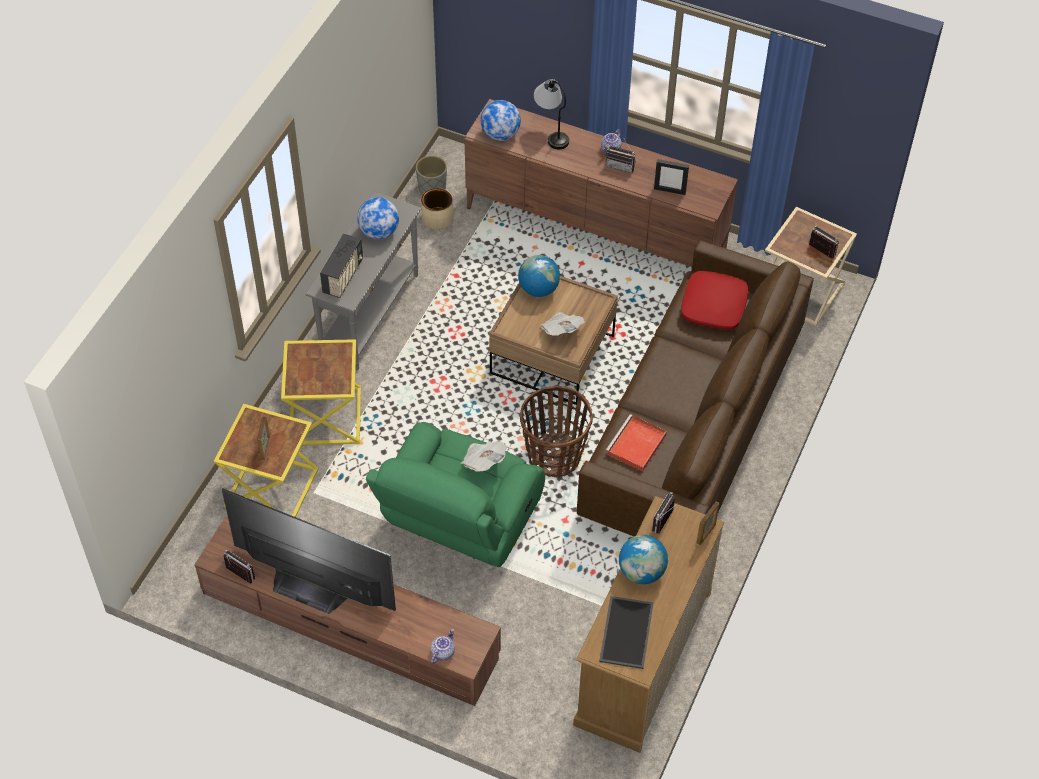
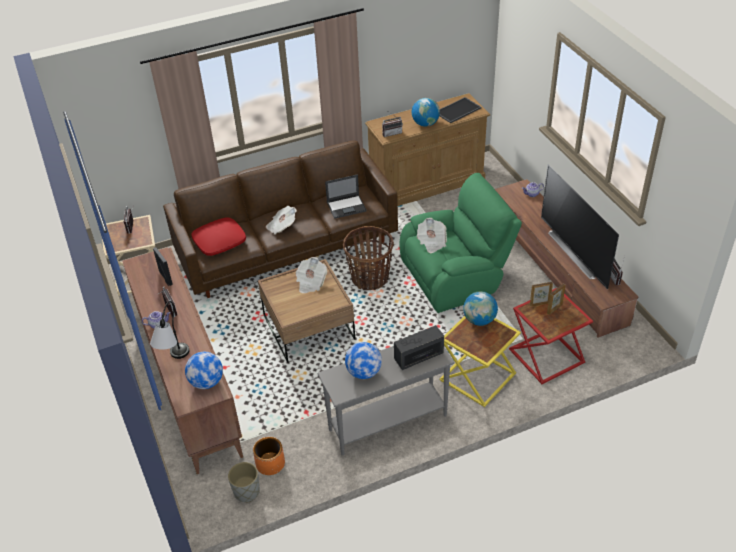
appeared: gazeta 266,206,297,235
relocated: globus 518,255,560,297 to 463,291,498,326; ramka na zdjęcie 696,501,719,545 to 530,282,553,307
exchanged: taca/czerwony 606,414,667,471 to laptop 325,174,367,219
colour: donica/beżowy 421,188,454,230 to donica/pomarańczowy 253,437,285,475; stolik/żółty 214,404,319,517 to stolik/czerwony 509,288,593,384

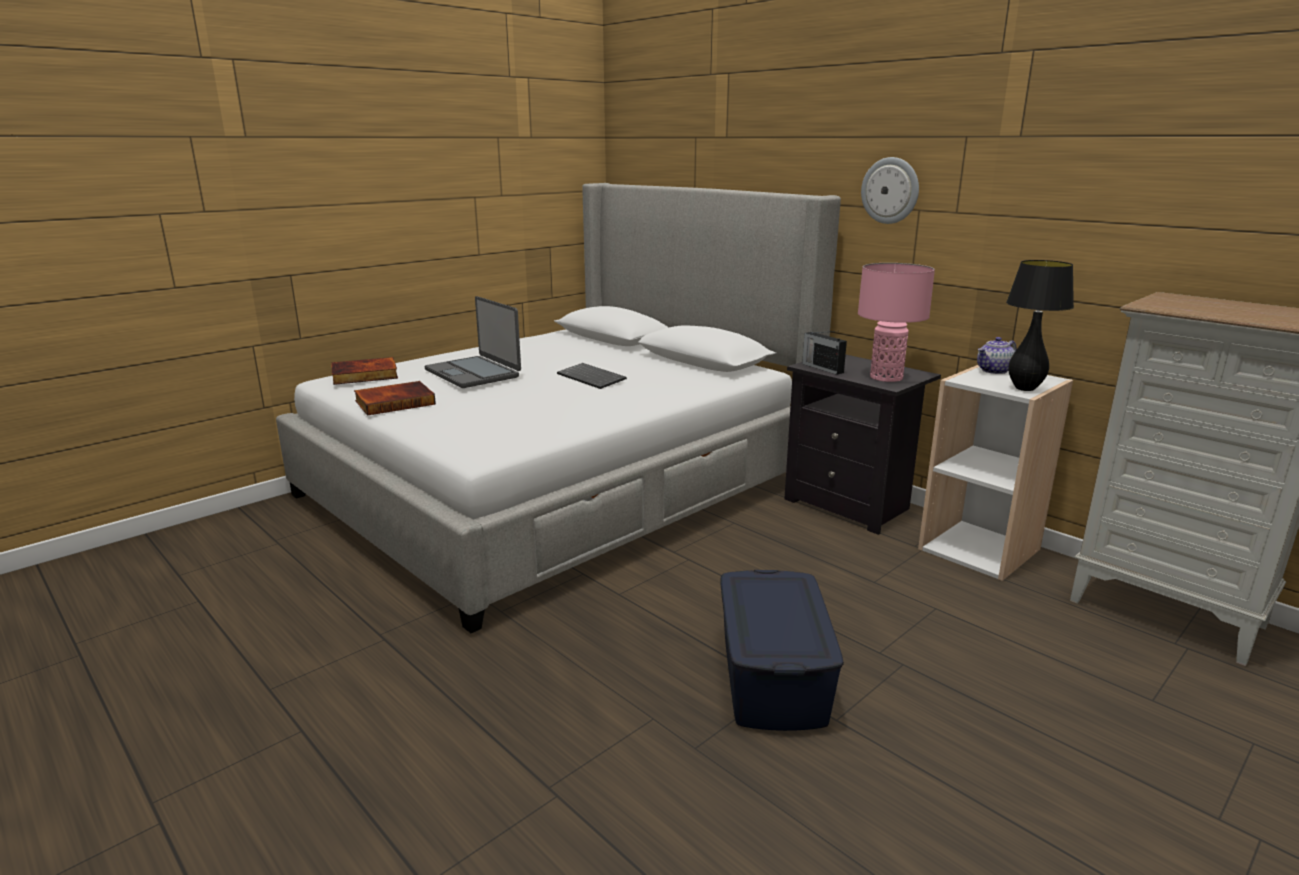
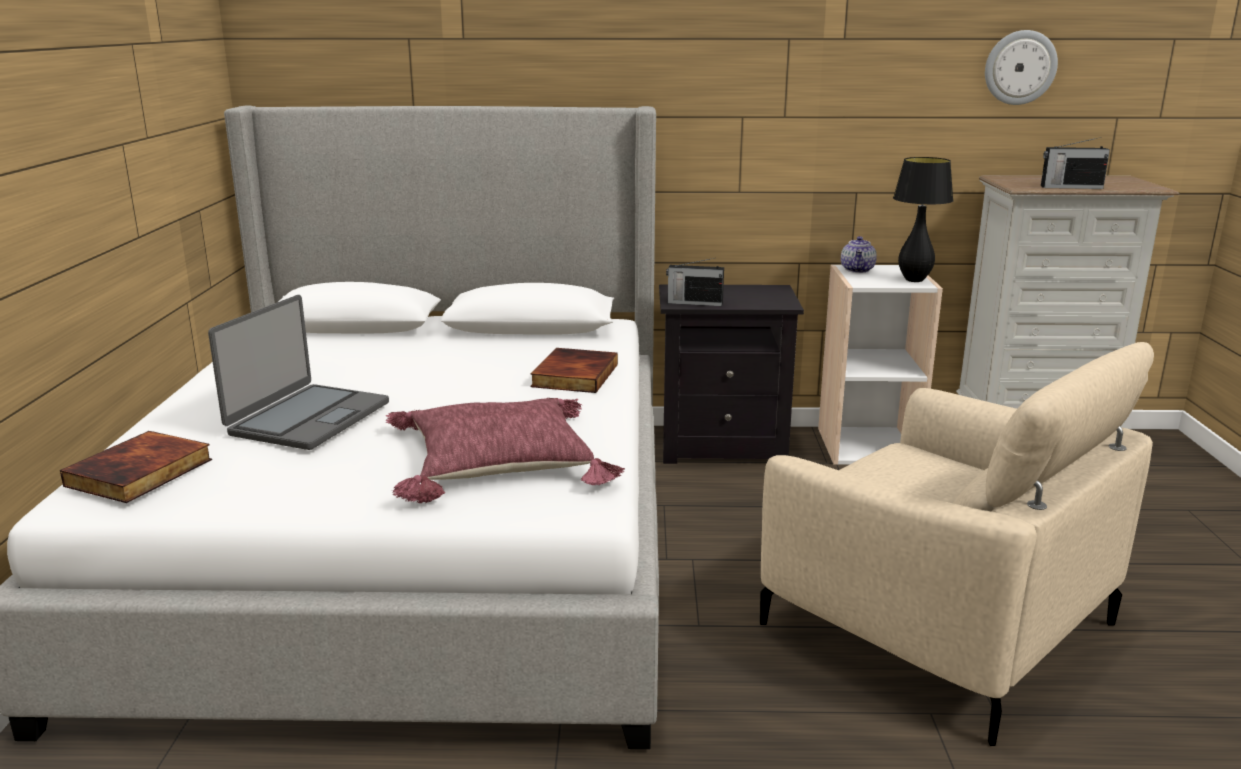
missing: lampa stołowa/różowy 858,263,935,382; klawiatura 557,363,627,389
appeared: radio 1041,137,1110,189; poduszka/czerwony 386,397,625,503
relocated: zegar ścienny 861,157,919,224 to 985,30,1058,105; książka 354,381,436,416 to 530,348,618,393
exchanged: pojemnik do przechowywania/niebieski 720,570,844,731 to fotel/beżowy 760,342,1154,746
spun: laptop 425,296,521,388 = 208,295,389,450 75 degrees counterclockwise

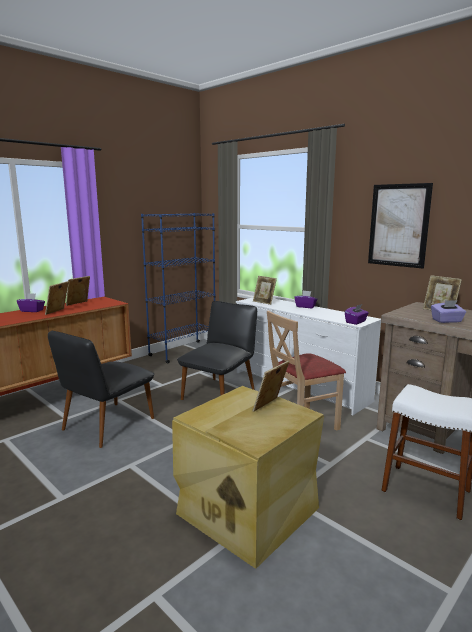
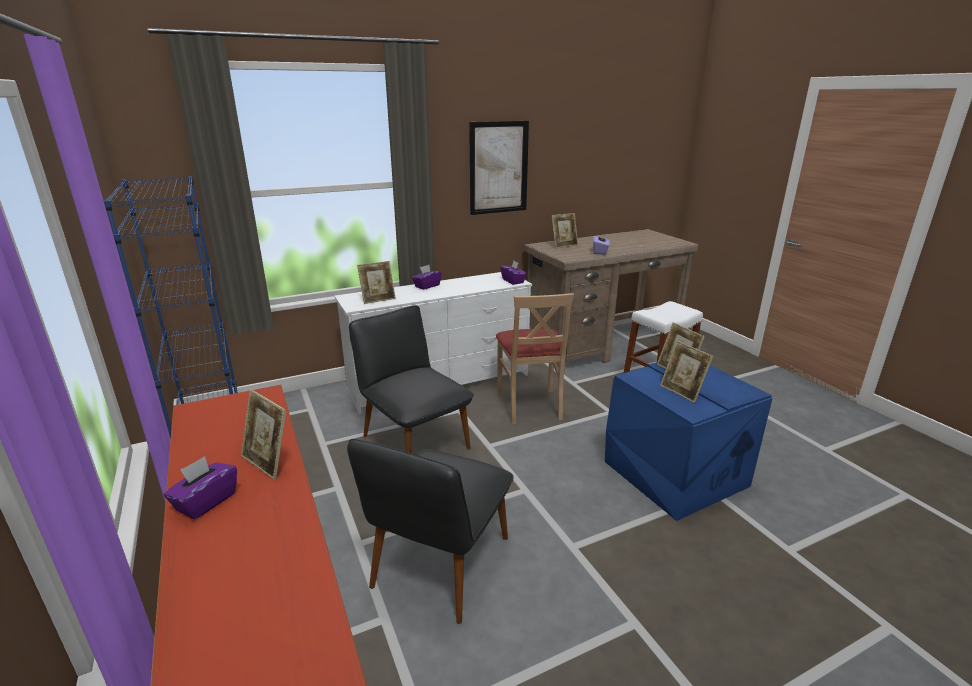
relocated: ramka na zdjęcie 66,276,90,306 to 660,341,713,403
colour: pojemnik do przechowywania/beżowy 172,386,324,569 to pojemnik do przechowywania/niebieski 605,363,773,521
spun: krzesło/czarny 48,331,155,448 = 347,439,514,624 60 degrees clockwise

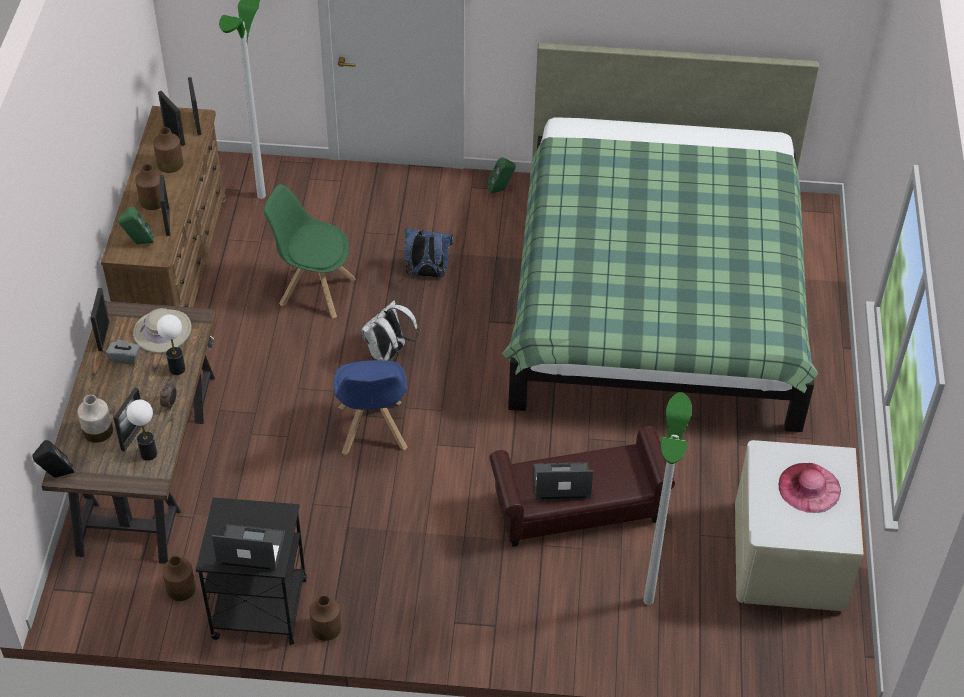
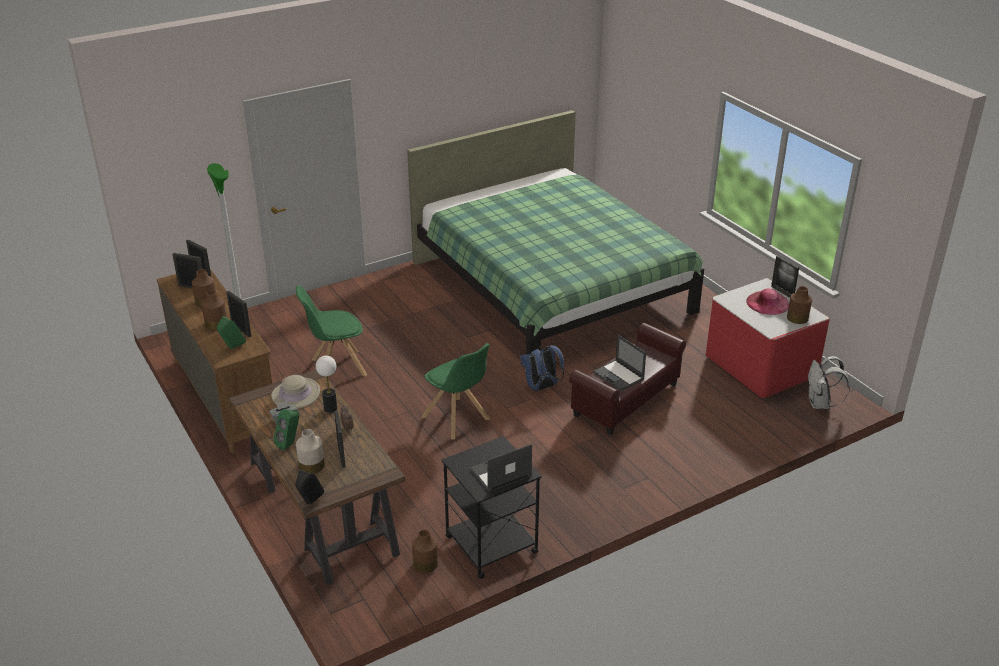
missing: lampa stojąca 643,392,692,605; lampa stołowa 127,400,157,461
relocated: głośnik/zielony 488,157,516,194 to 274,409,299,451; plecak/niebieski 404,228,453,277 to 520,346,564,391; ramka na zdjęcie 90,288,110,351 to 771,256,799,298; plecak/biały 361,300,419,361 to 808,356,850,409; wazon/brązowy 309,595,341,641 to 787,286,812,324
colour: krzesło/niebieski 334,360,407,455 to krzesło/zielony 421,343,490,440; szafka nocna/beżowy 735,440,864,611 to szafka nocna/czerwony 706,278,830,398
spun: laptop 533,462,594,500 = 593,335,646,391 90 degrees counterclockwise

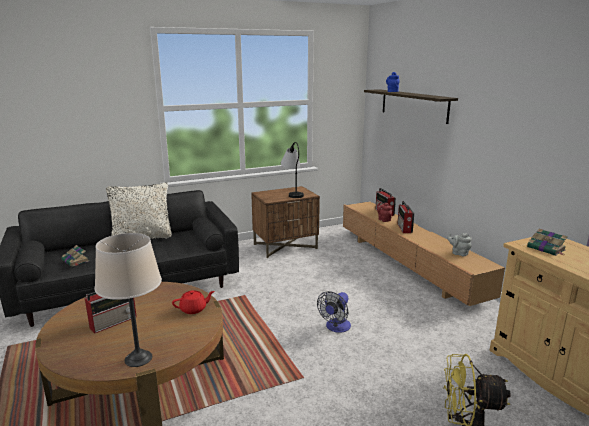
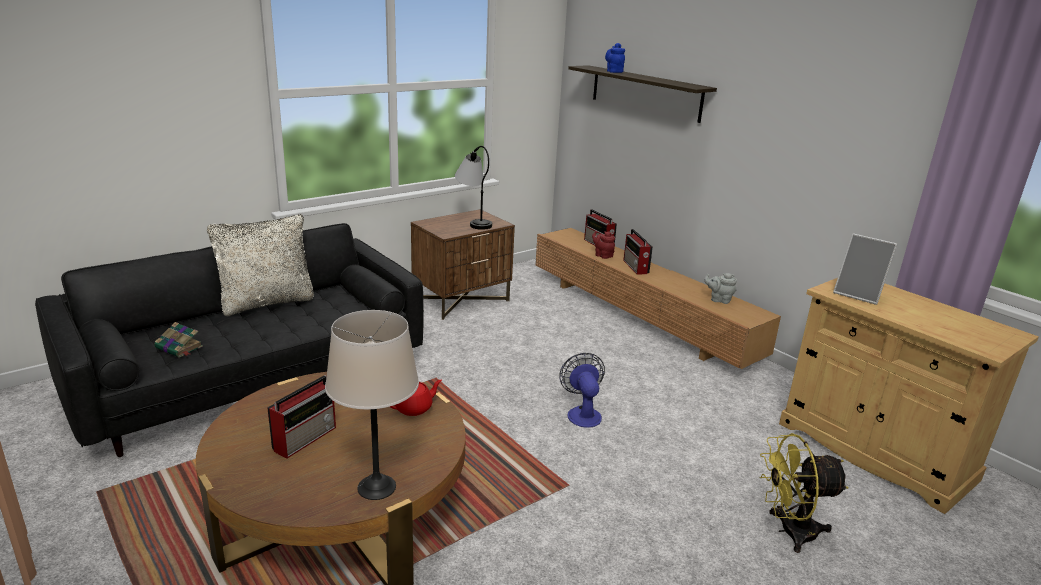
exchanged: książka 527,229,568,256 to ramka na zdjęcie 833,233,898,305
spun: wentylator 317,291,351,333 = 559,353,605,427 150 degrees clockwise

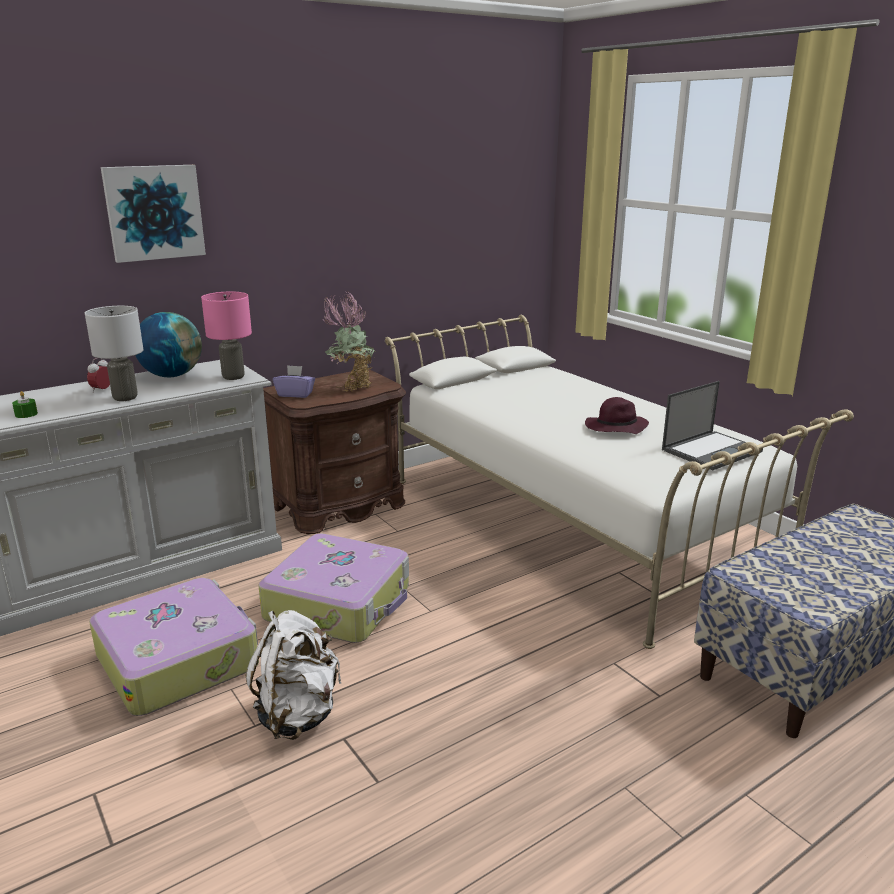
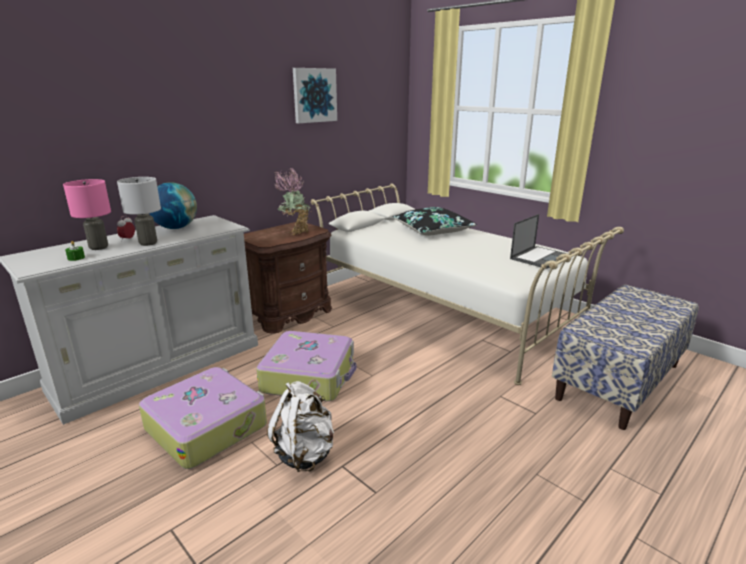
missing: pudełko chusteczek/fioletowy 273,365,315,398; kapelusz/fioletowy 585,397,649,434
appeared: poduszka/czarny 392,207,477,236
relocated: obraz 101,165,206,263 to 293,68,337,123; lampa stołowa/różowy 201,292,252,380 to 63,179,111,250

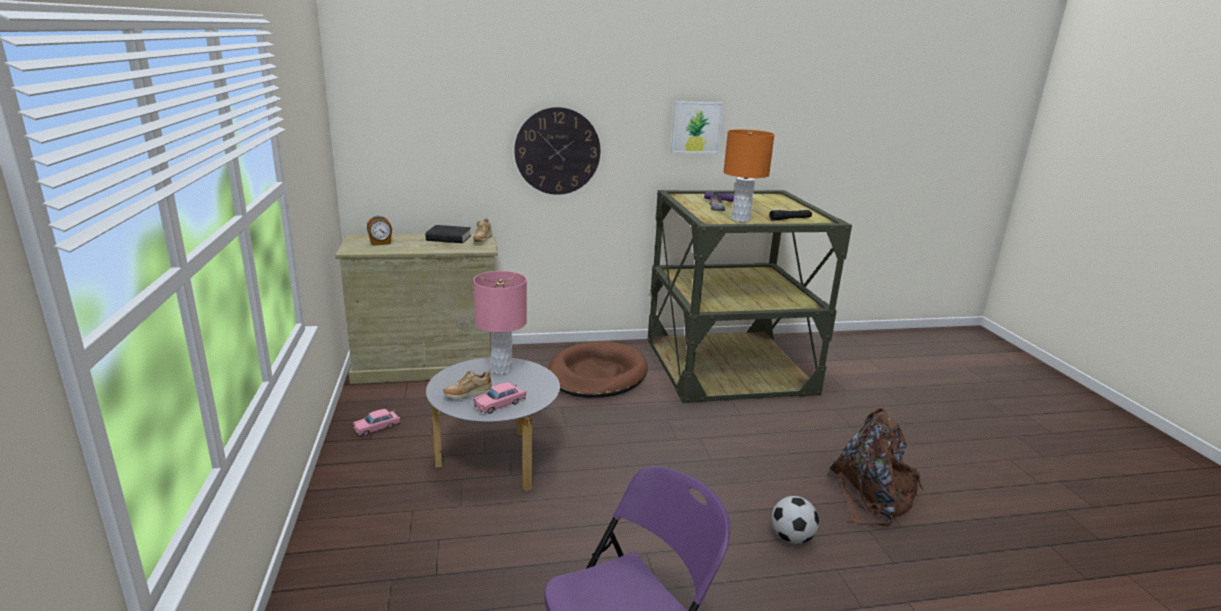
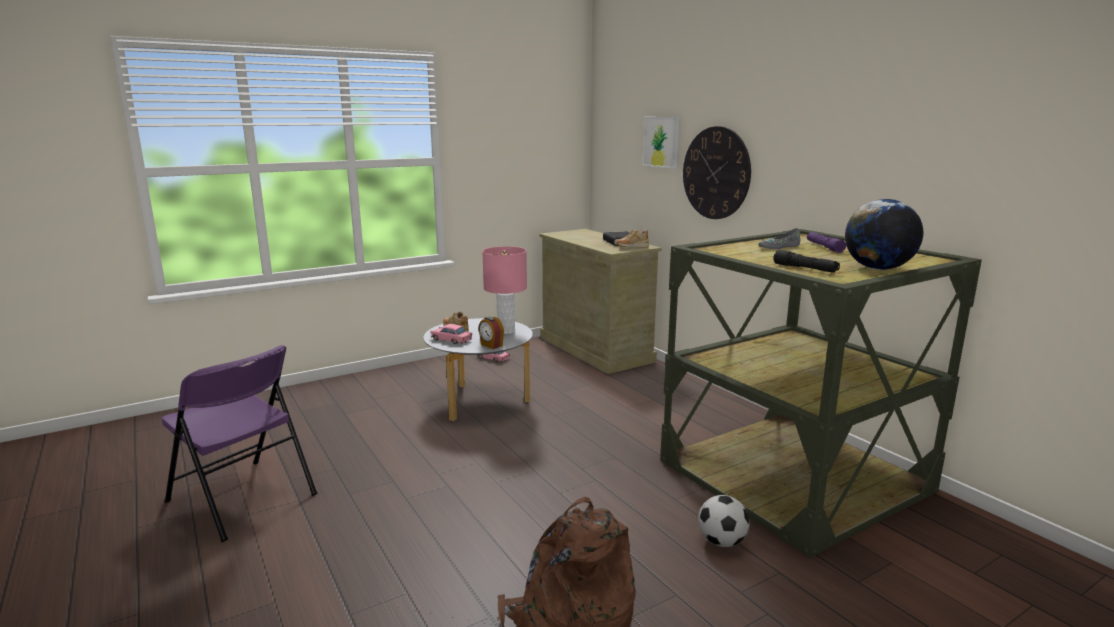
missing: lampa stołowa/pomarańczowy 723,129,775,223; legowisko/brązowy 548,341,647,398
appeared: globus 845,199,923,270
relocated: obraz 671,101,724,153 to 643,117,679,169; budzik 367,216,392,246 to 478,317,504,349; piłka futbolowa 772,496,819,544 to 698,495,750,547

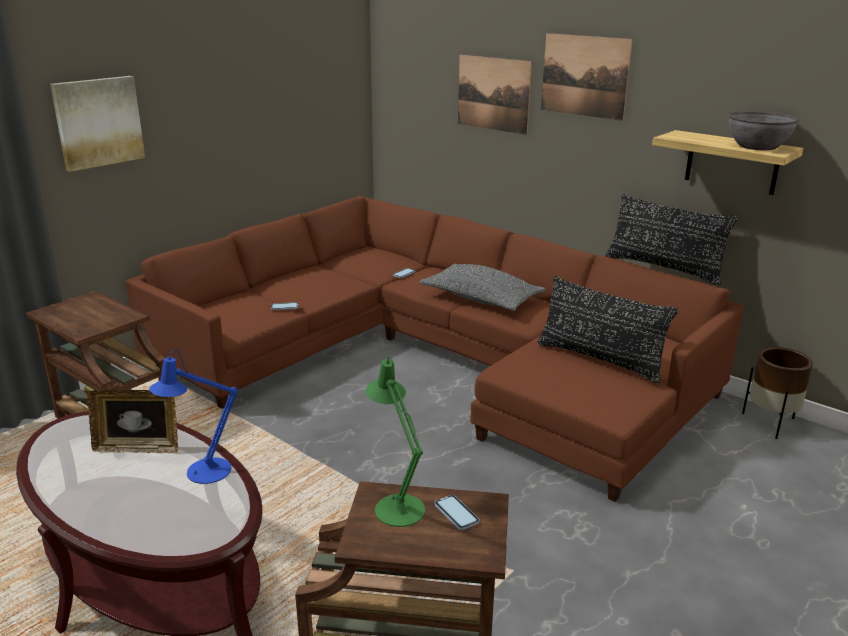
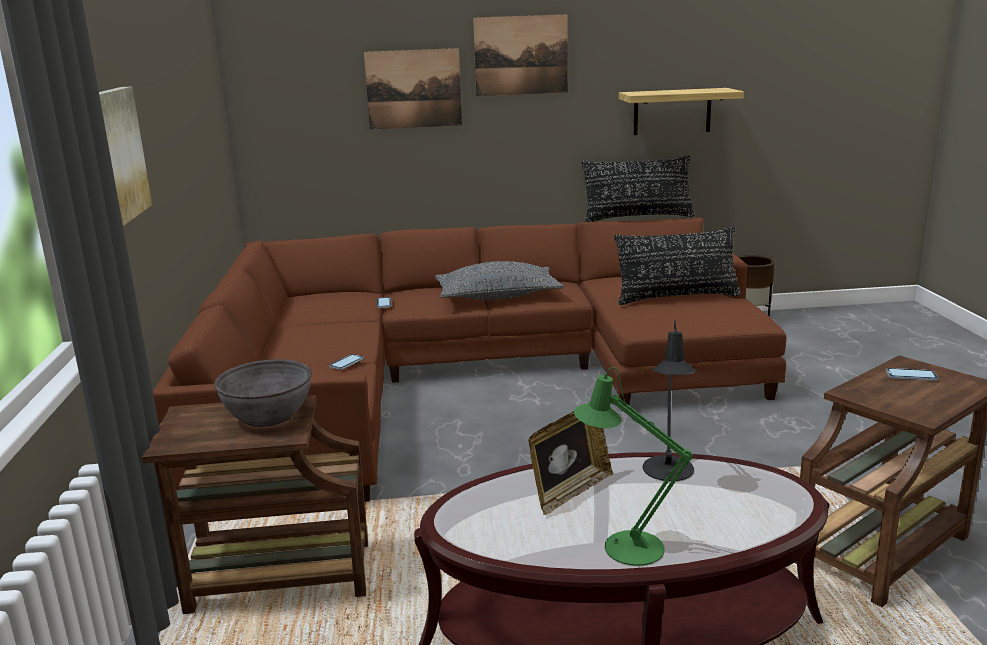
relocated: miska/szary 728,111,799,150 to 214,359,312,427; lampa stołowa/zielony 366,356,425,527 to 574,367,693,566
colour: lampa stołowa/niebieski 149,349,238,484 to lampa stołowa/czarny 643,320,696,481

